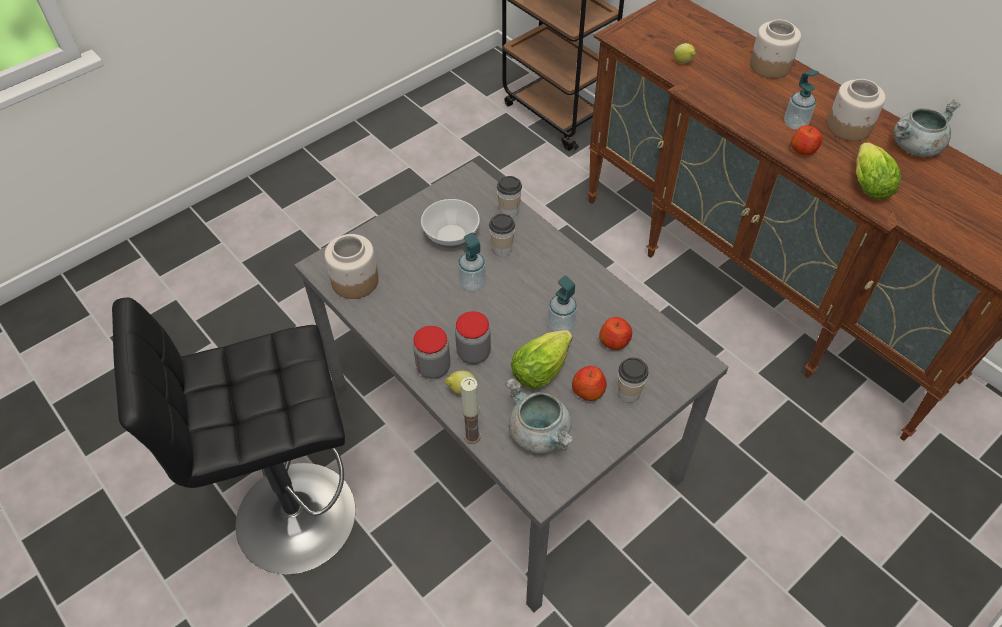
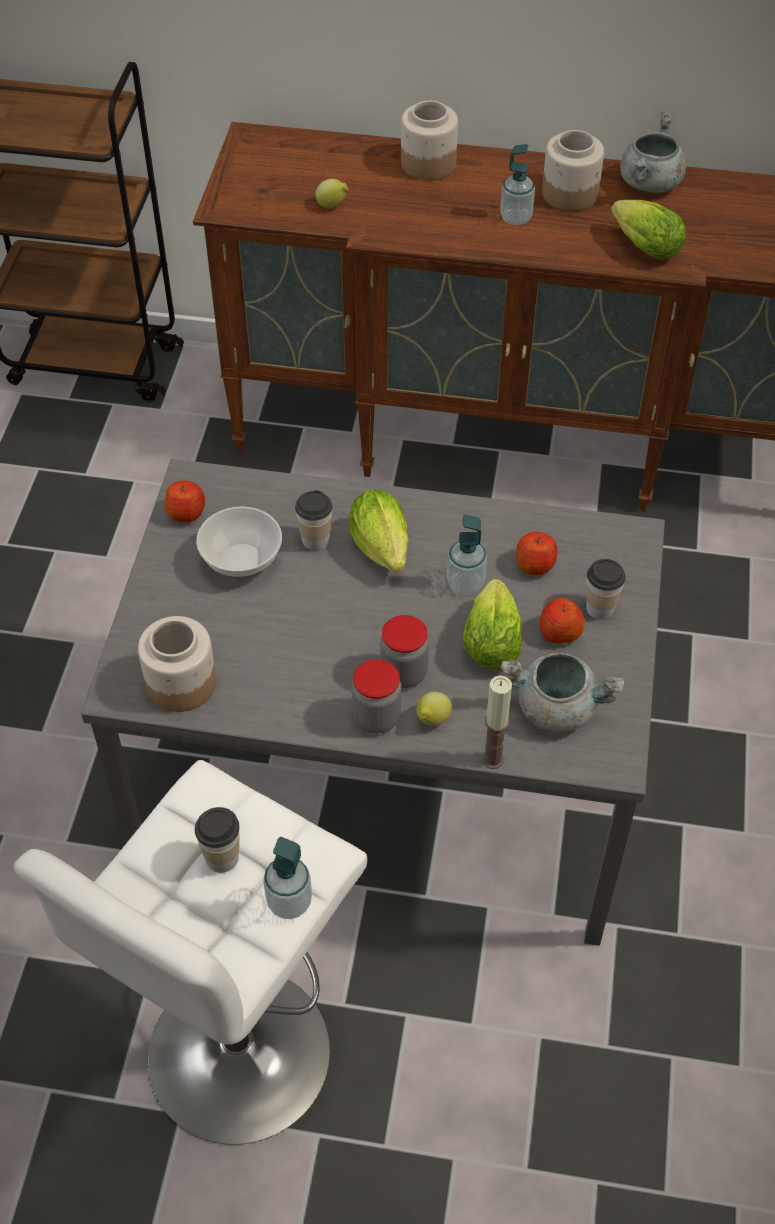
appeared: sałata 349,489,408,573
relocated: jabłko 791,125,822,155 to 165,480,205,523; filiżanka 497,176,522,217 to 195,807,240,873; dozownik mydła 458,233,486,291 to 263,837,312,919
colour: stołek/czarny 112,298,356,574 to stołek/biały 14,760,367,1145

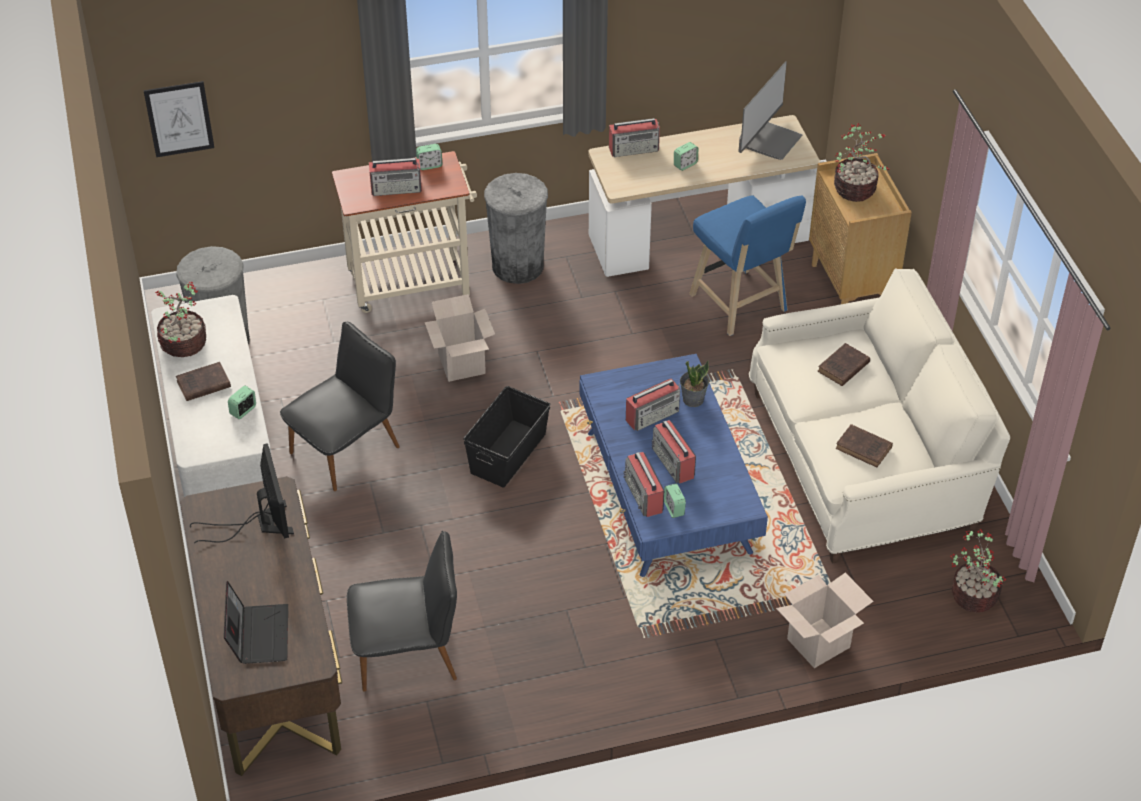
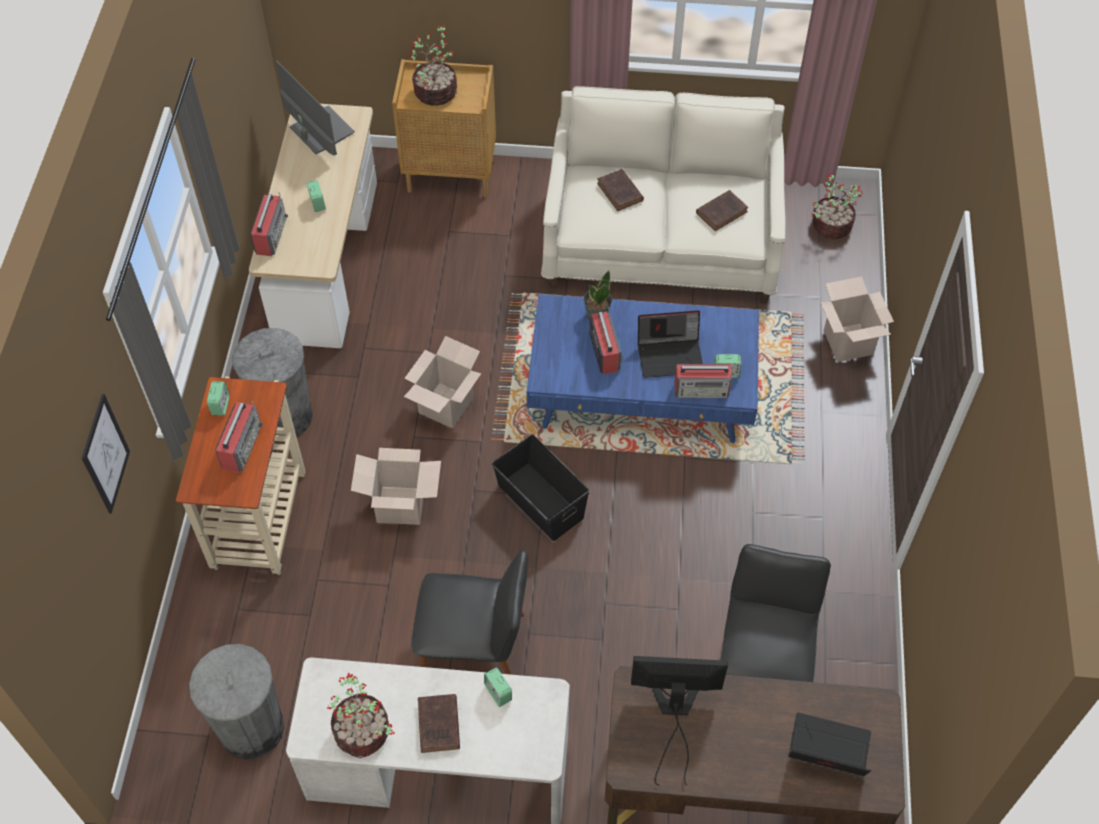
missing: stołek/niebieski 689,195,806,336
appeared: karton 404,336,481,428
relocated: obraz 143,81,214,157 to 82,394,130,514
exchanged: radio 652,420,696,484 to laptop 638,310,703,378
spun: krzesło/czarny 280,322,400,491 = 411,549,528,675 120 degrees clockwise

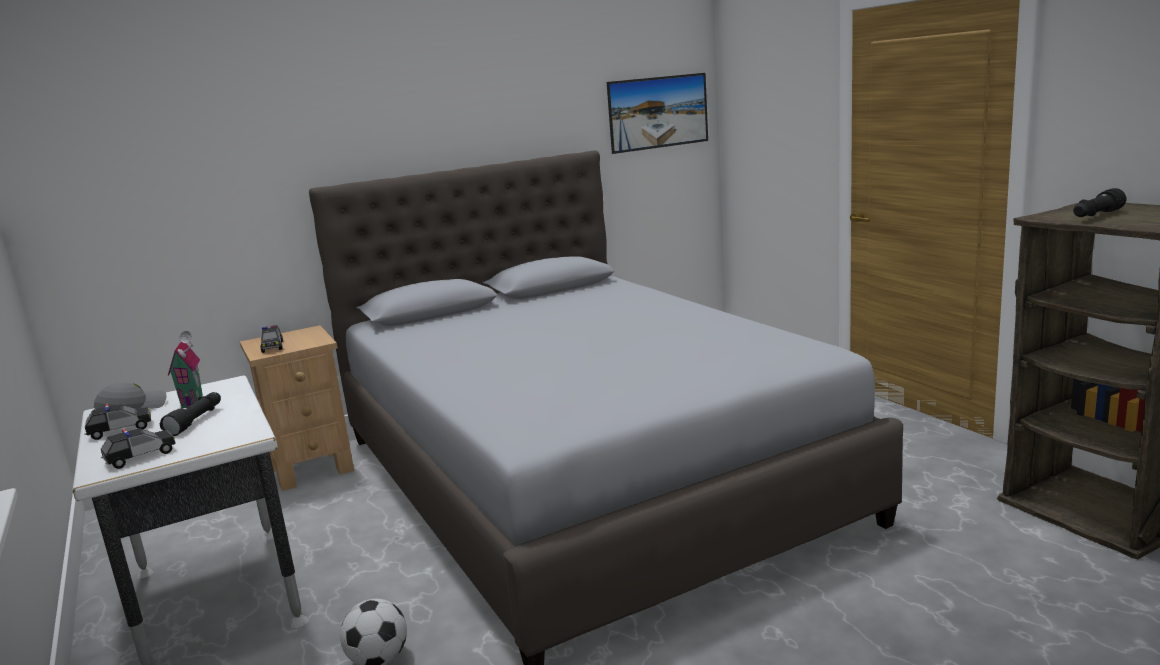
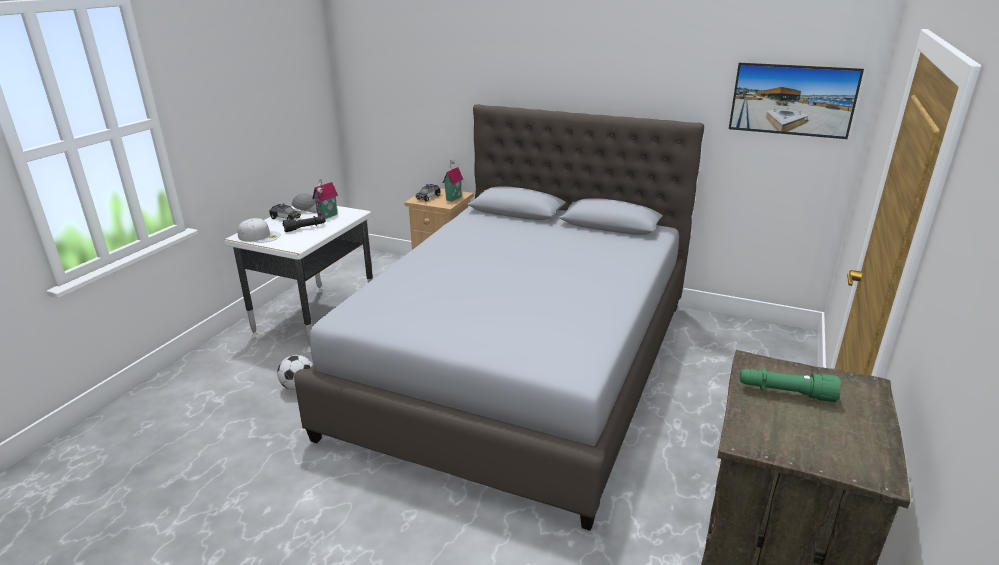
appeared: domek 443,159,463,201
exchanged: samochodzik 101,428,176,469 to czapka z daszkiem/biały 238,218,281,242
colour: latarka/czarny 1073,188,1127,217 to latarka/zielony 740,368,841,402

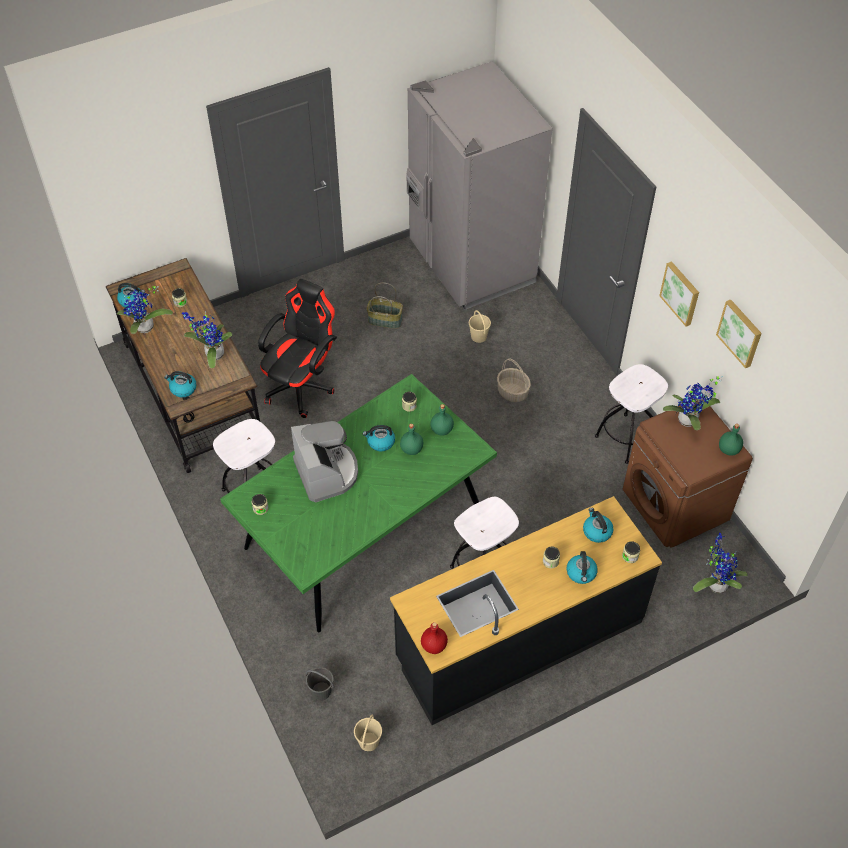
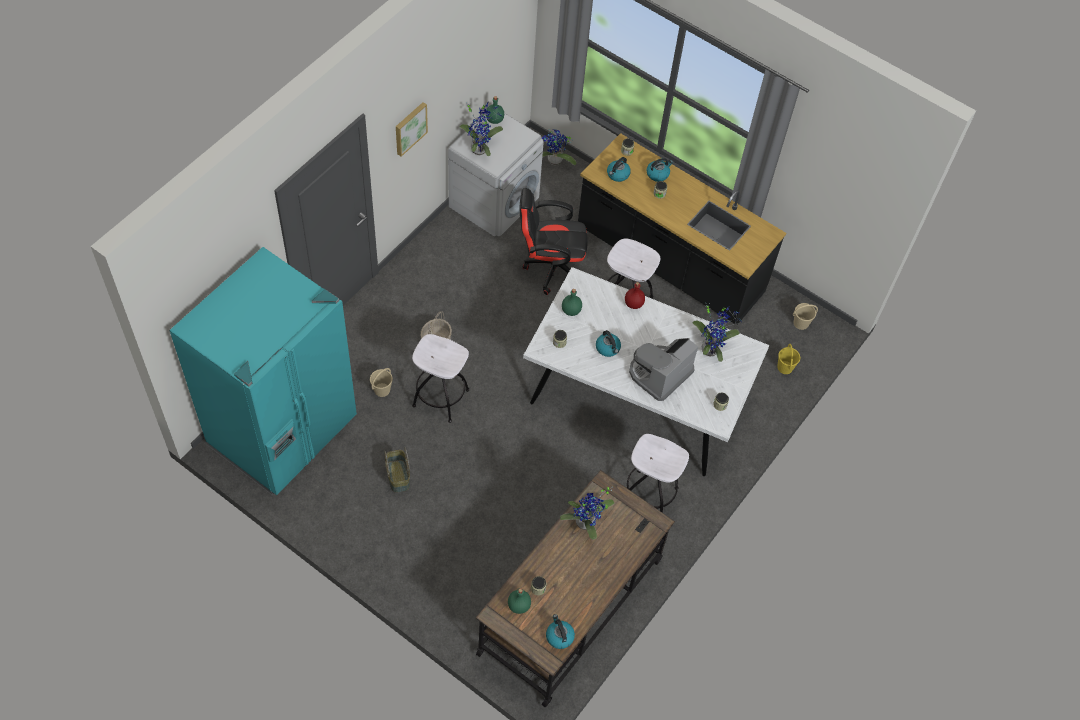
missing: obraz 716,300,762,368; czajnik 164,371,196,397
relocated: krzesło biurowe/czarny 258,279,337,418 to 519,188,588,295; roślina doniczkowa 117,286,173,334 to 693,302,742,362; stołek/biały 595,364,668,464 to 412,334,469,423; butelka/zielony 400,424,423,455 to 508,588,531,614; butelka/czerwony 421,622,448,654 to 625,282,645,309
colour: lodówka/szary 407,61,552,310 to lodówka/turkusowy 170,247,357,495; stół jadalny/zielony 220,374,497,632 to stół jadalny/biały 523,267,769,476; pralka/brązowy 622,399,753,548 to pralka/biały 448,113,544,237; wiadro/szary 306,667,334,700 to wiadro/żółty 777,344,800,374

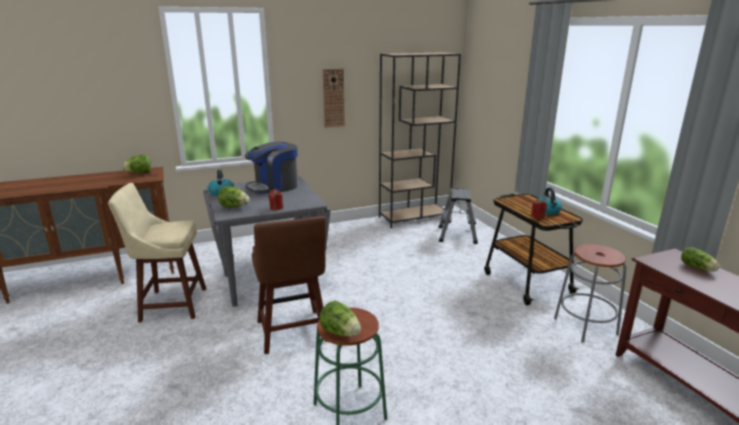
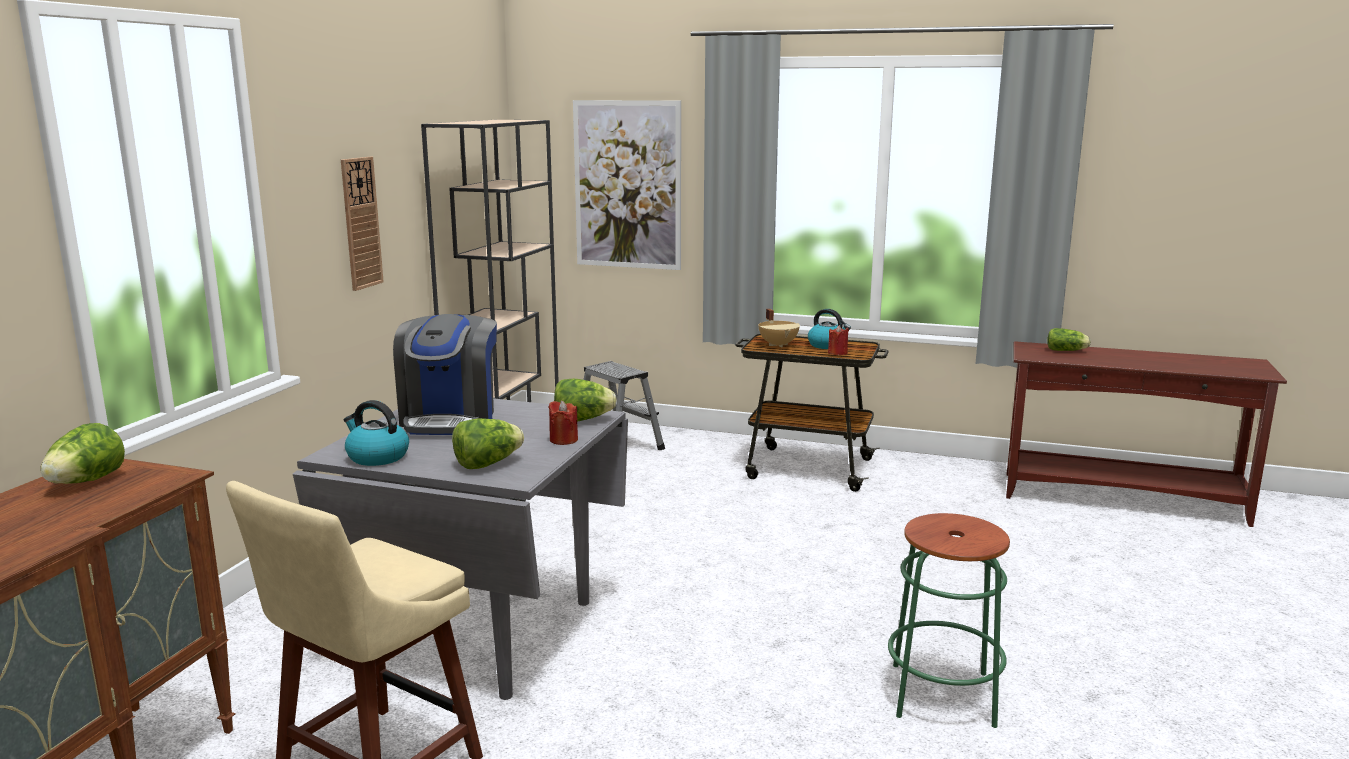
missing: krzesło/brązowy 252,216,328,354; stołek/szary 554,244,626,343
appeared: obraz 573,100,681,270; garnek/beżowy 758,309,800,348
relocated: sałata 320,301,361,337 to 554,379,617,422

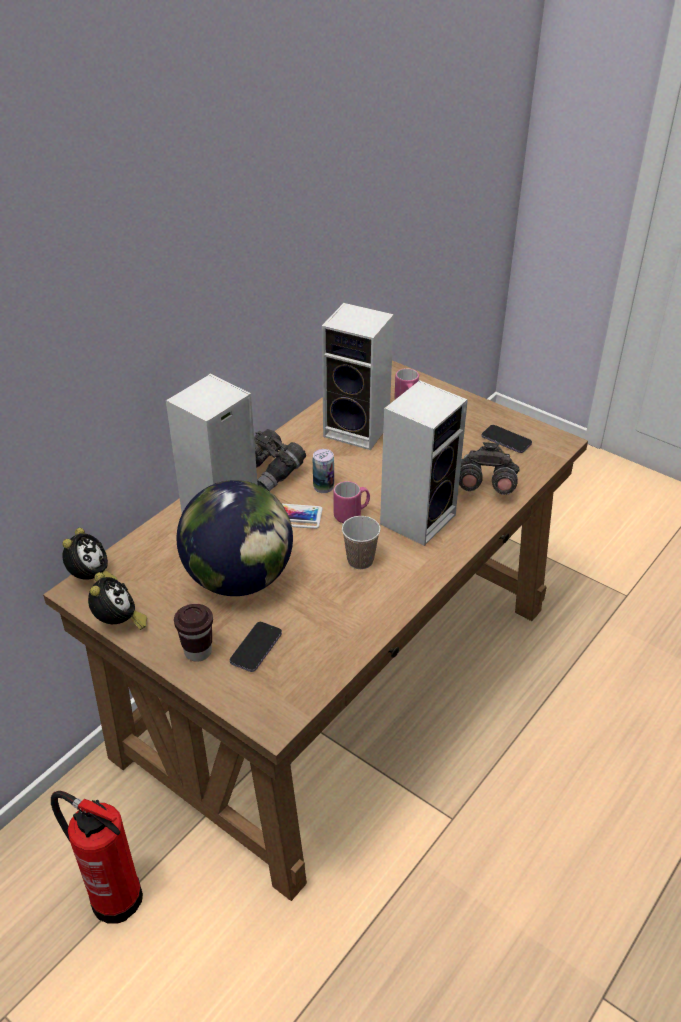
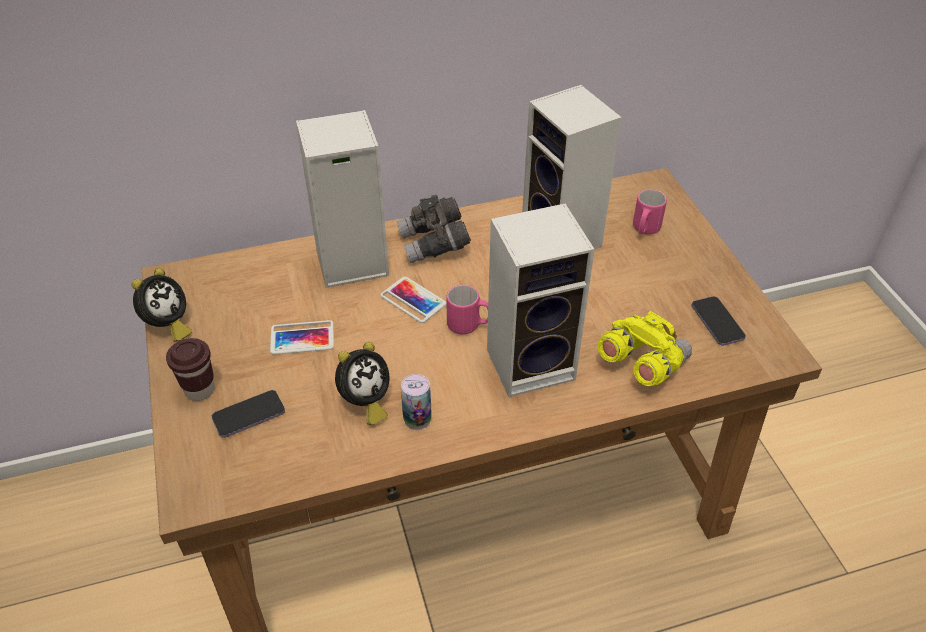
missing: filiżanka 342,516,381,569; gaśnica 51,791,143,924
relocated: puszka 313,449,334,493 to 401,374,432,430; budzik 62,528,117,580 to 335,342,390,425
exchanged: globus 177,480,293,596 to telefon 270,320,334,355
colour: lornetka/szary 459,442,519,495 to lornetka/żółty 598,311,692,386

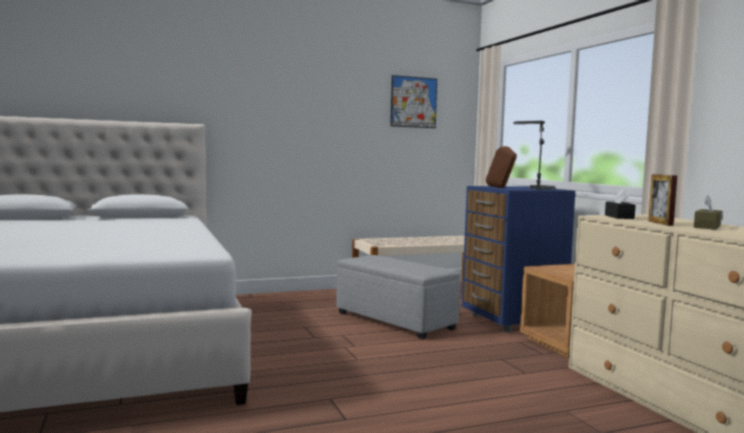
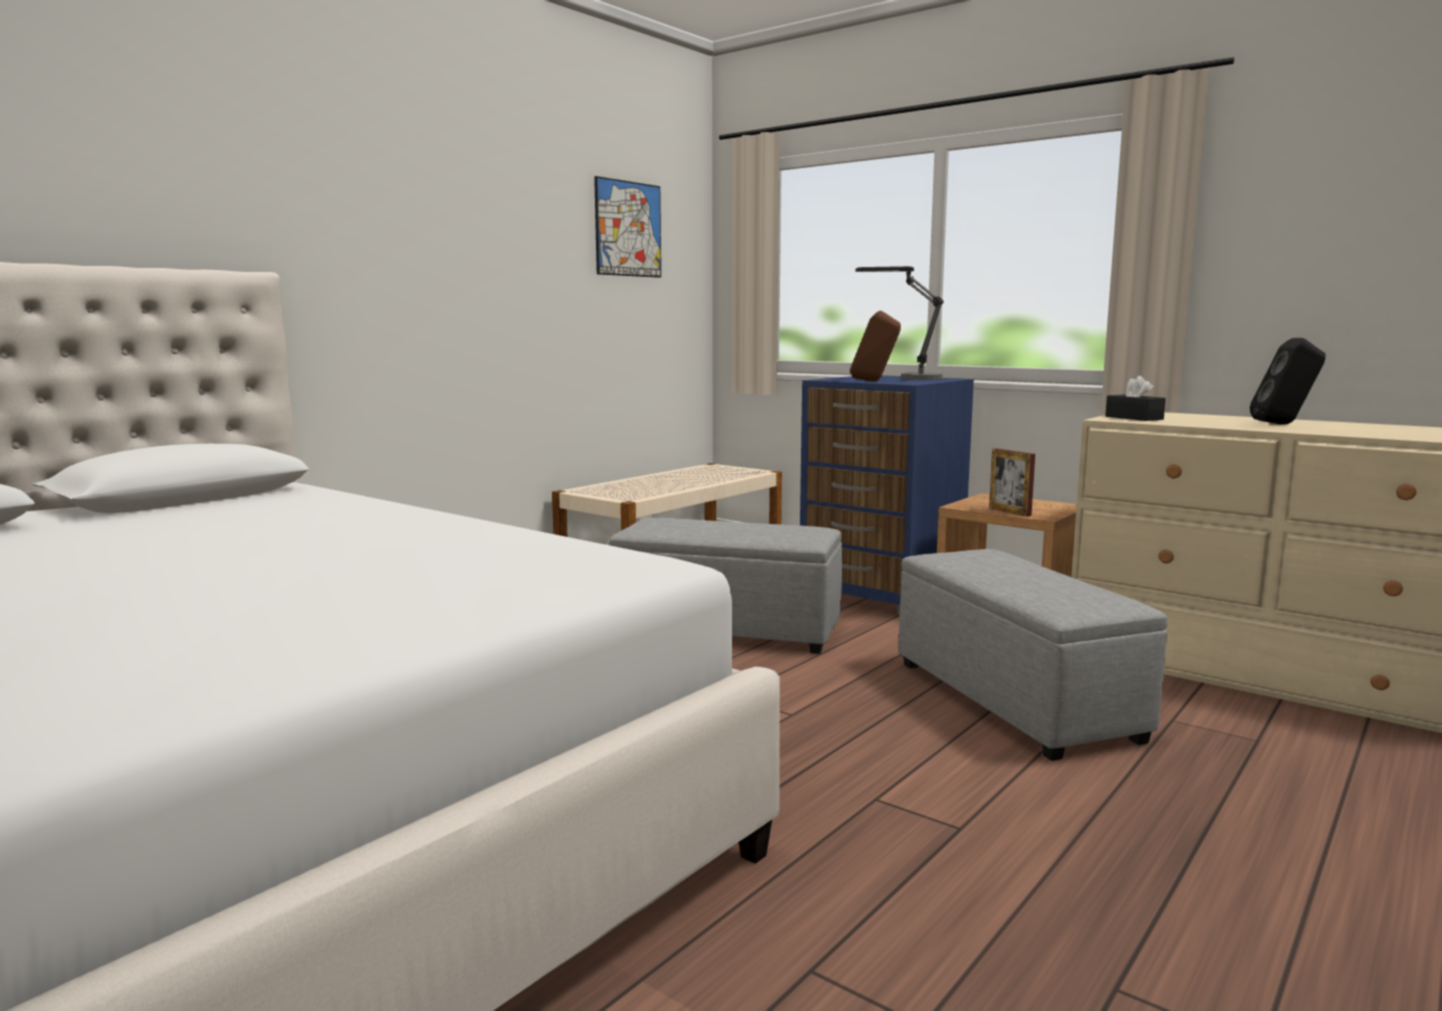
appeared: pufa/szary 898,549,1167,761
relocated: ramka na zdjęcie 648,174,677,226 to 989,448,1035,517
exchanged: pudełko chusteczek/brązowy 694,195,722,230 to głośnik/czarny 1250,338,1326,424

